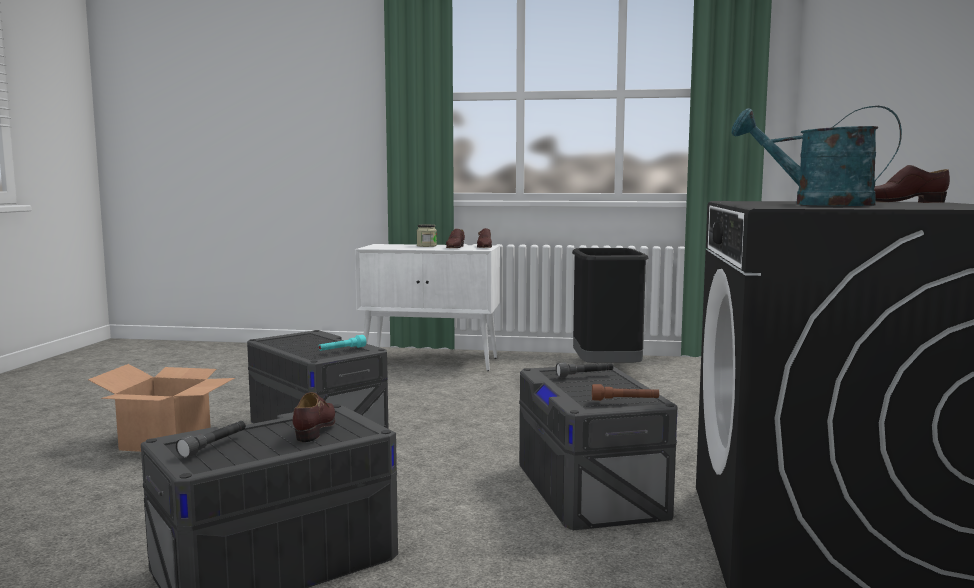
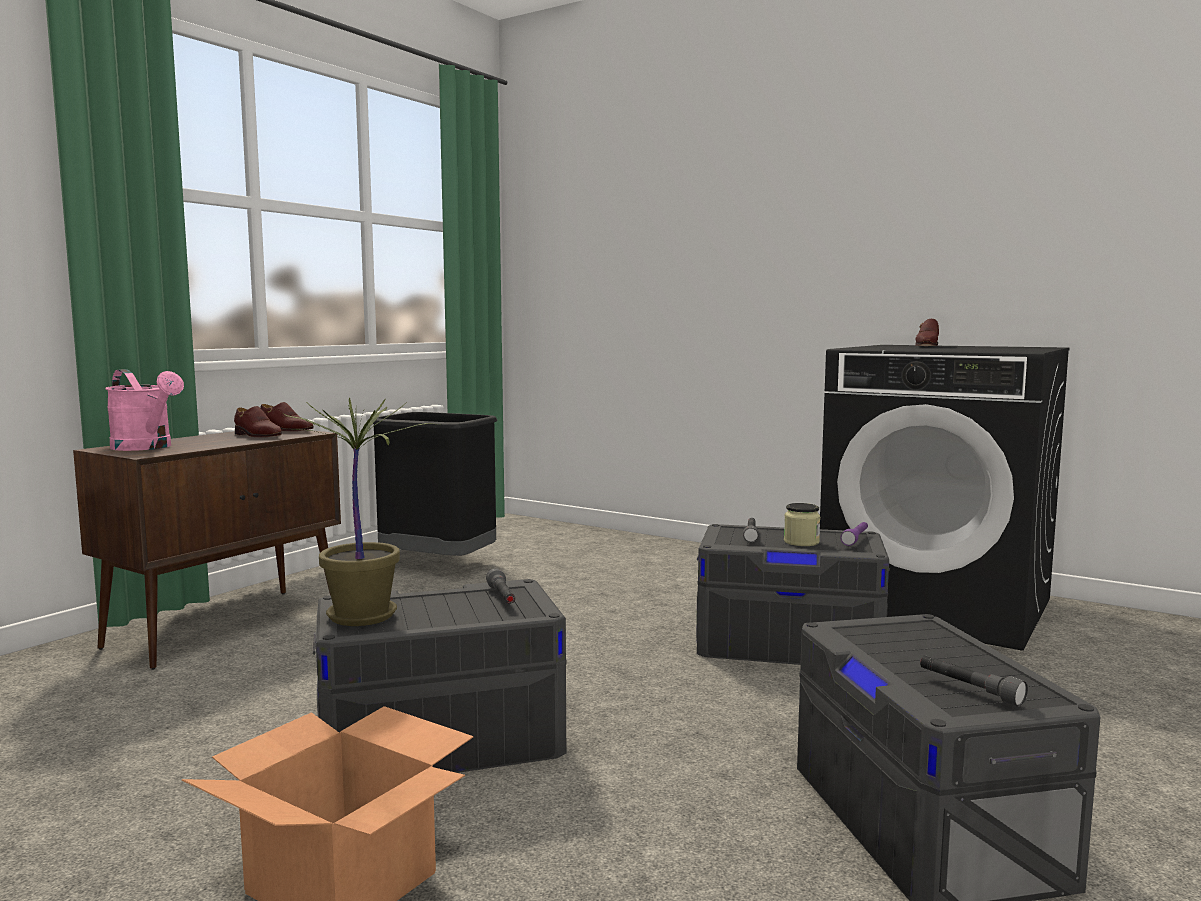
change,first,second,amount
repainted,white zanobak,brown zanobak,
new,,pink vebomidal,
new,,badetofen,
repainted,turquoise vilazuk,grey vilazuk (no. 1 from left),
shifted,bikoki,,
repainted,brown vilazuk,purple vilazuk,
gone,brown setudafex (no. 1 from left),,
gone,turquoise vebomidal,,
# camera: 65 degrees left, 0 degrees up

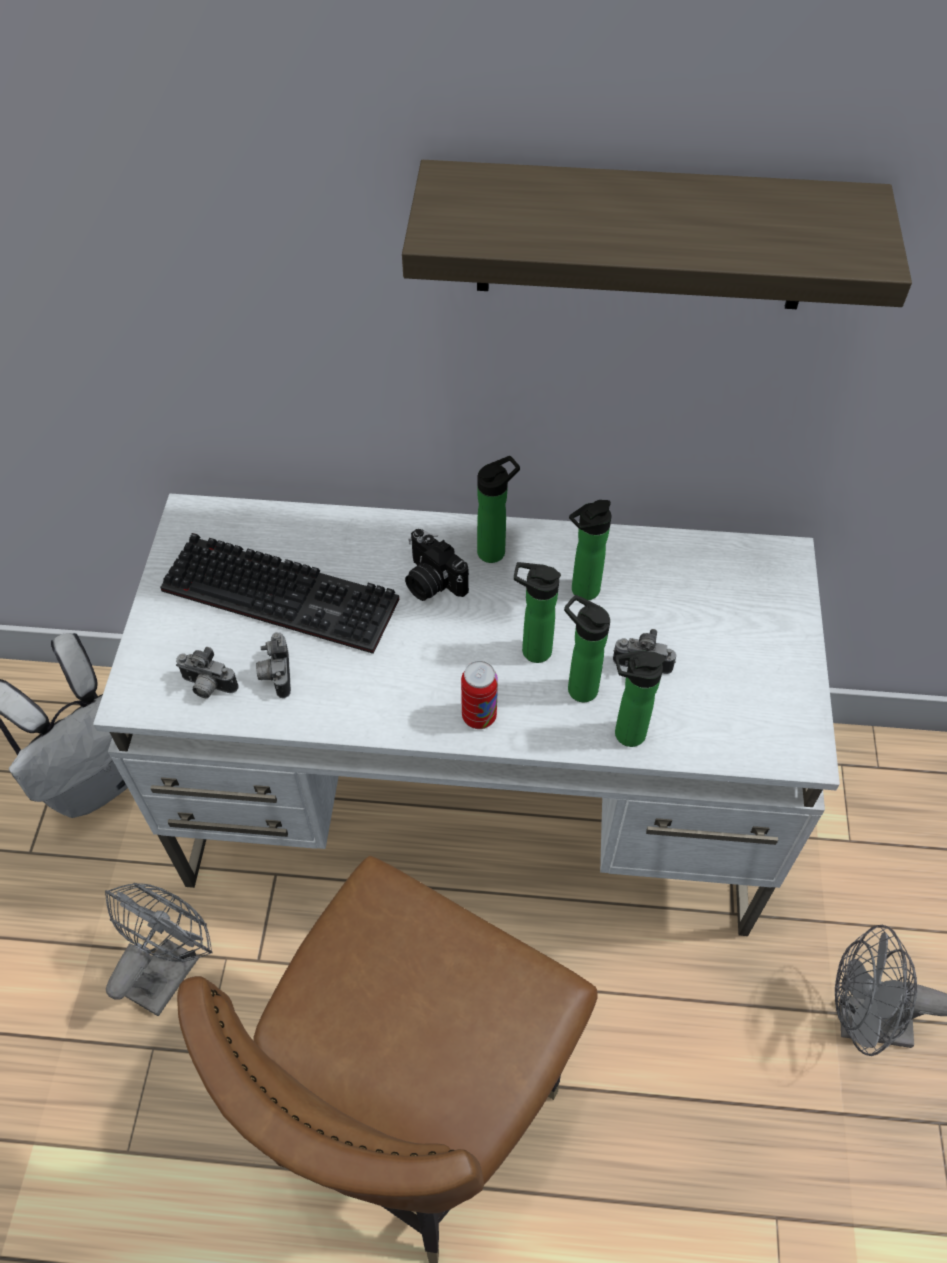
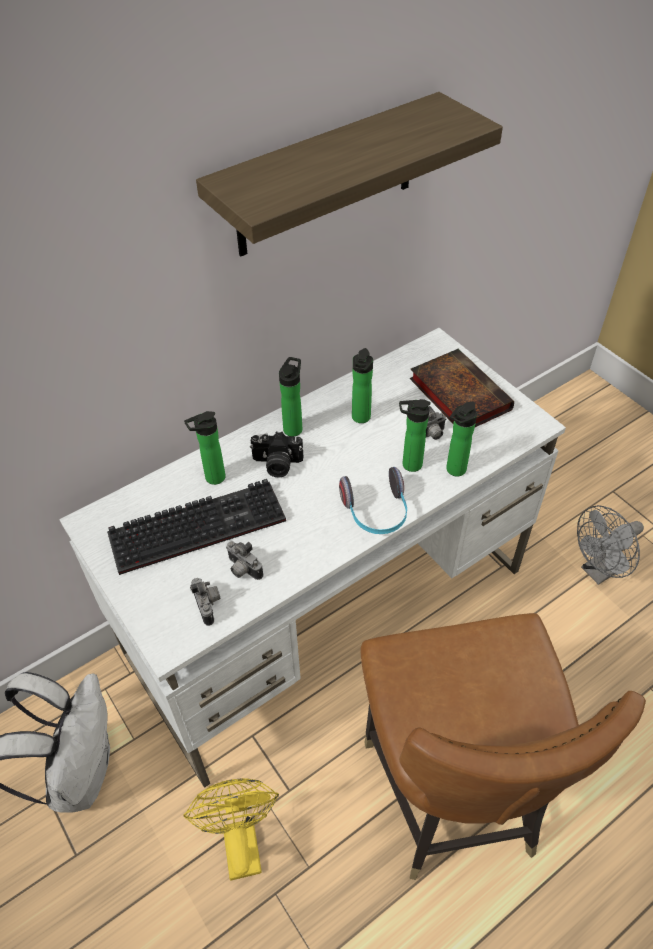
change,first,second,amount
shifted,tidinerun (no. 2 from left in the first image),tidinerun (no. 1 from left),
repainted,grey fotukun (no. 1 from left),yellow fotukun,
rotated,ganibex (no. 1 from left),,90 degrees counterclockwise
swapped,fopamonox,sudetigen,
new,,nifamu,
# camera: 40 degrees left, 5 degrees down

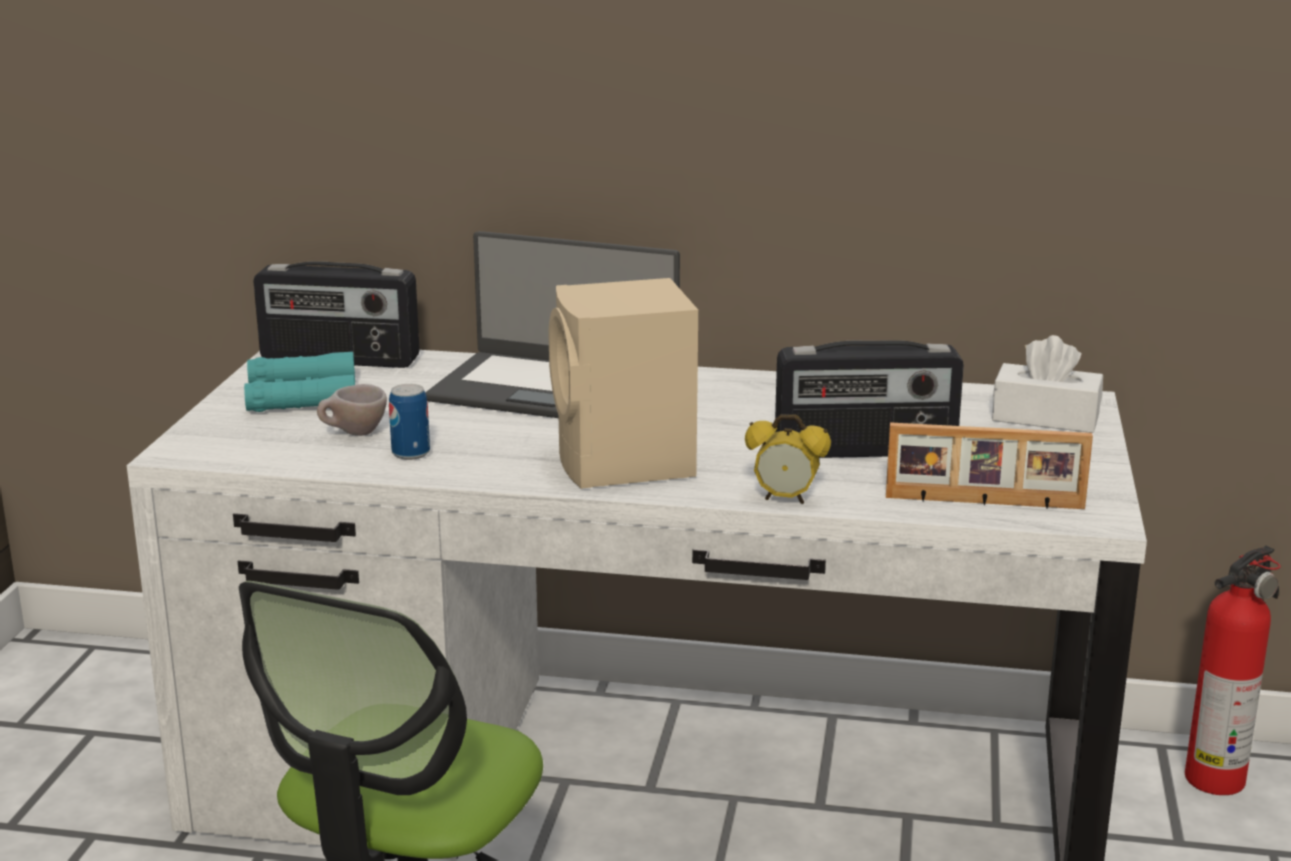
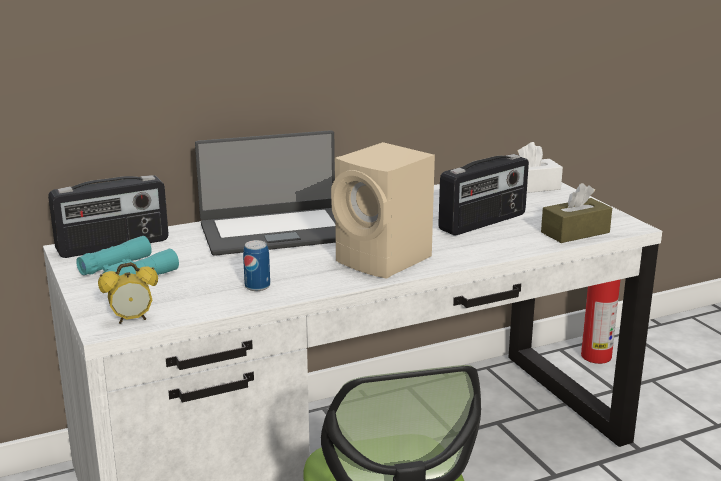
change,first,second,amount
shifted,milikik,,
swapped,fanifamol,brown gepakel,
gone,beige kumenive,,
# camera: 35 degrees left, 0 degrees up

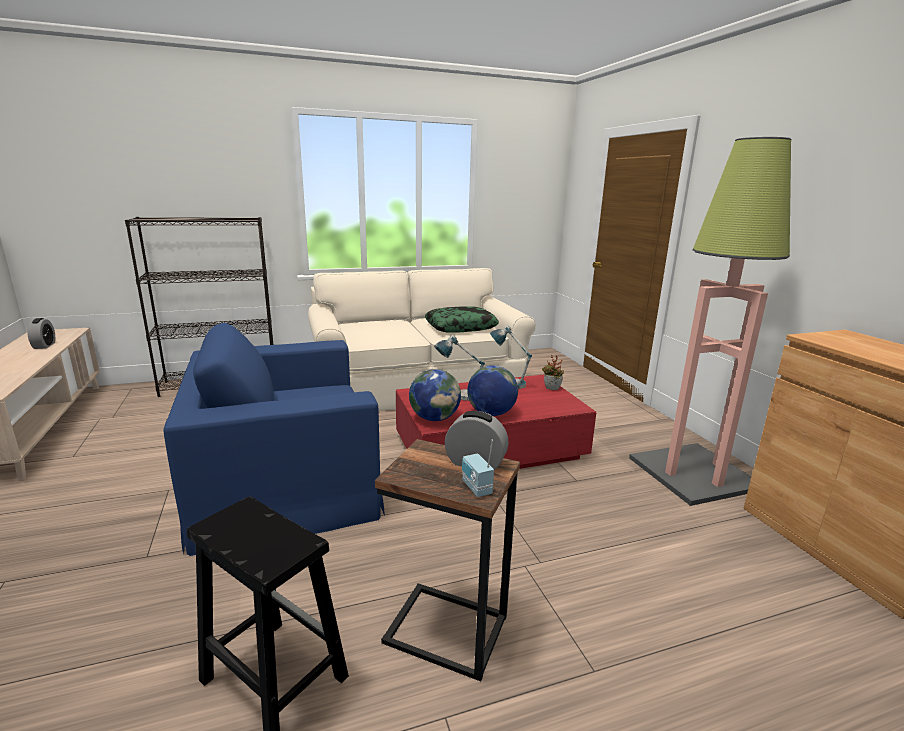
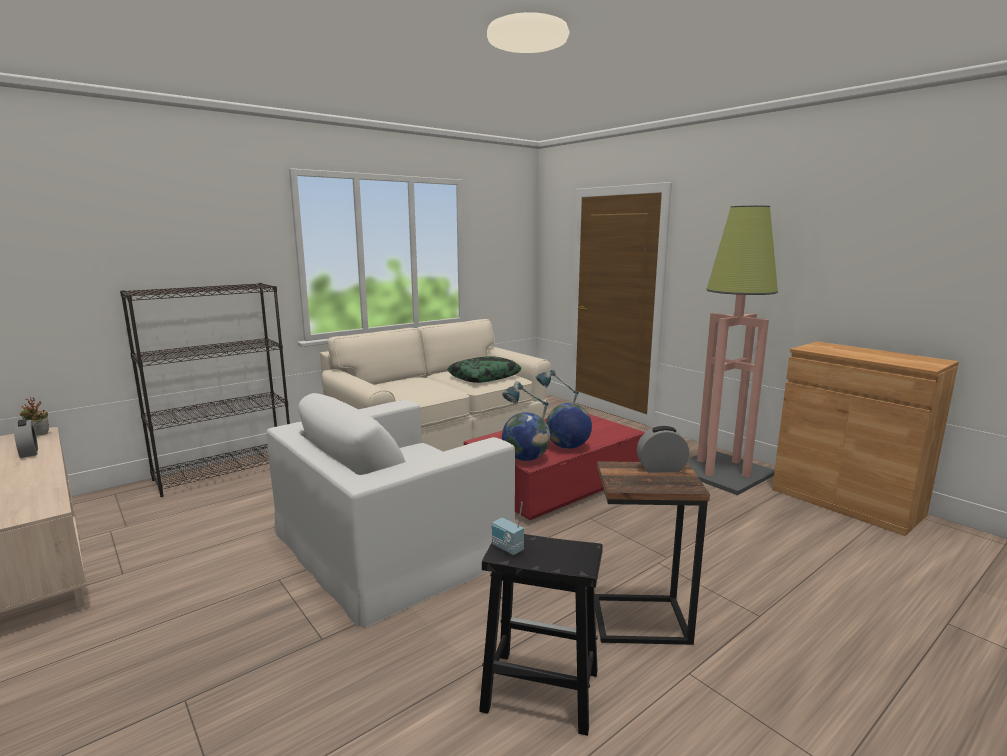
change,first,second,amount
shifted,badetofen,,
repainted,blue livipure,white livipure,
shifted,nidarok,,
# camera: 20 degrees left, 5 degrees down

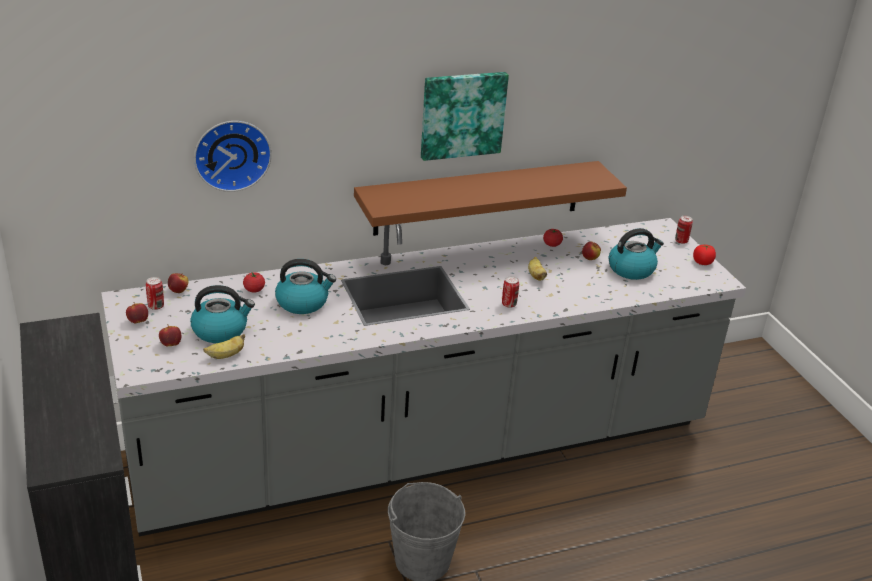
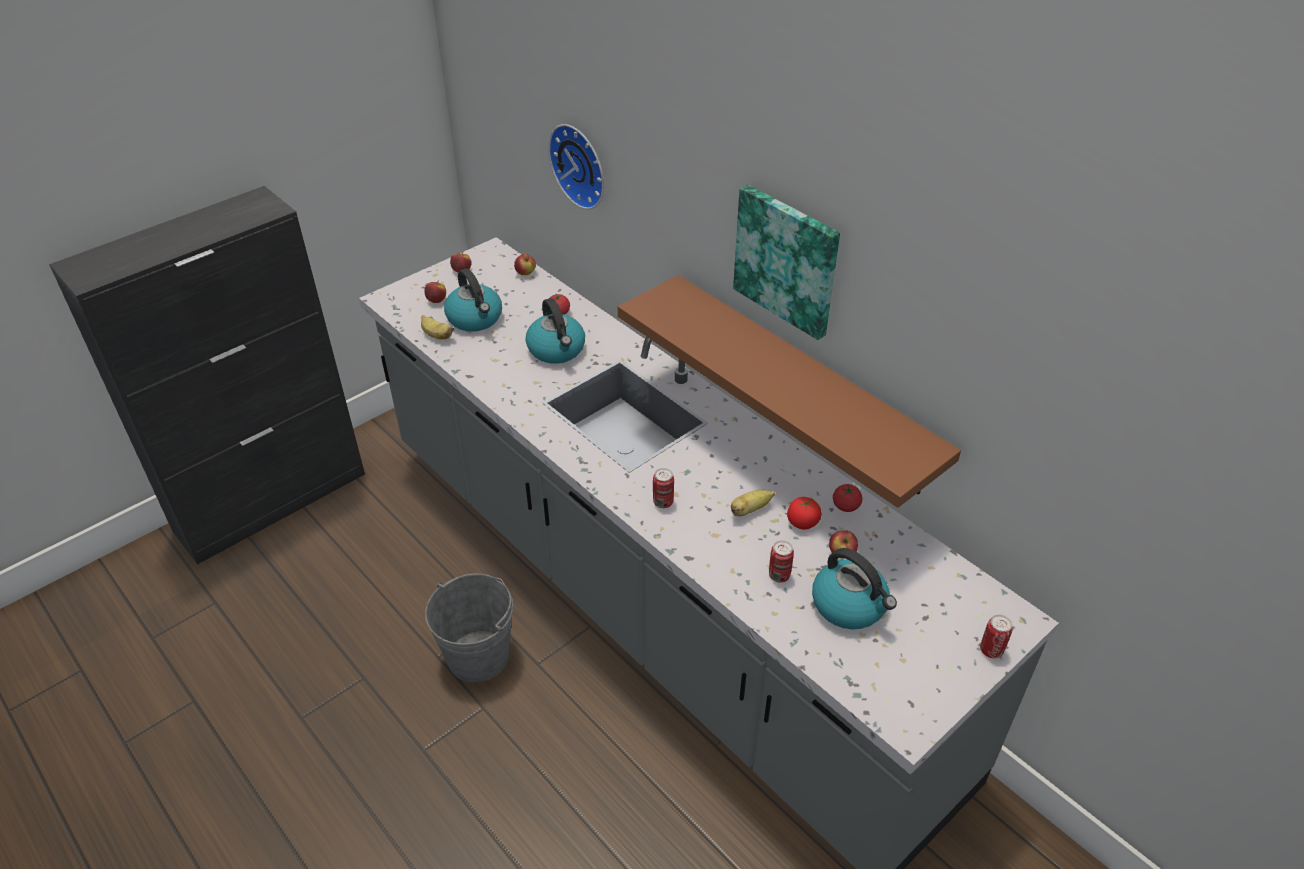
change,first,second,amount
shifted,fopamonox (no. 1 from left in the first image),fopamonox (no. 2 from left),
shifted,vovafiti (no. 3 from left in the first image),vovafiti (no. 2 from left),
# camera: 70 degrees right, 10 degrees up

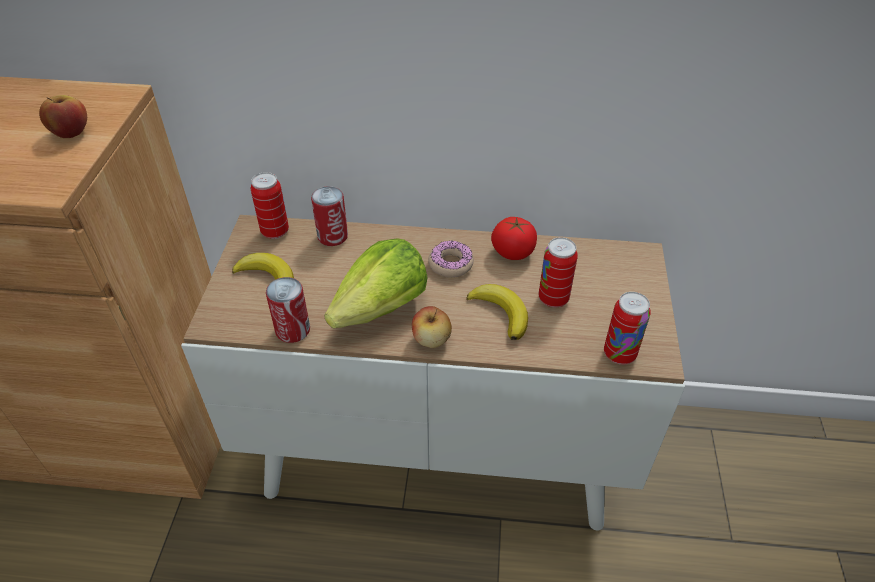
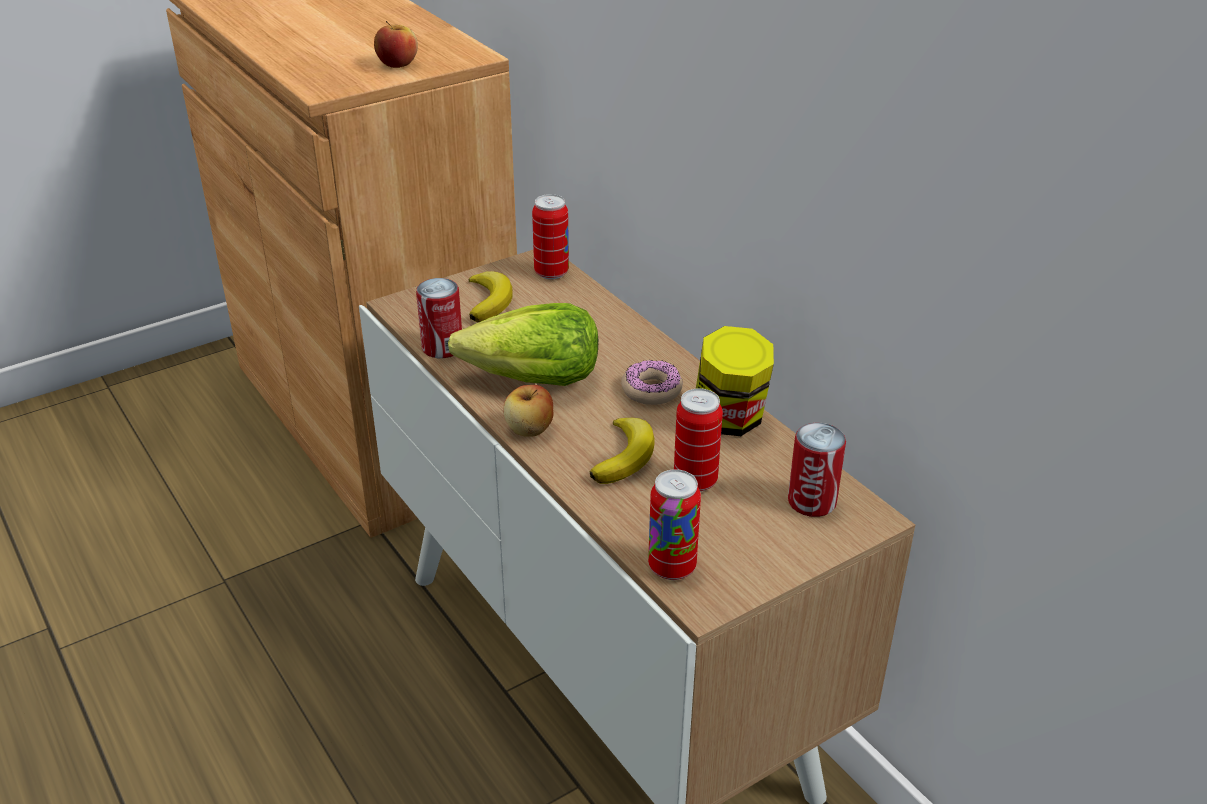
change,first,second,amount
swapped,vovafiti,bikoki,
shifted,fopamonox (no. 3 from left in the first image),fopamonox (no. 5 from left),
# camera: 50 degrees right, 10 degrees down

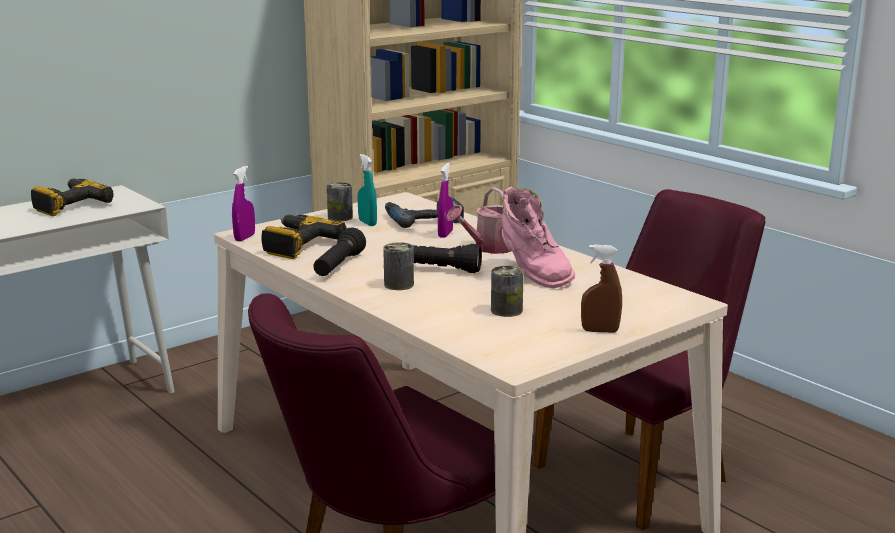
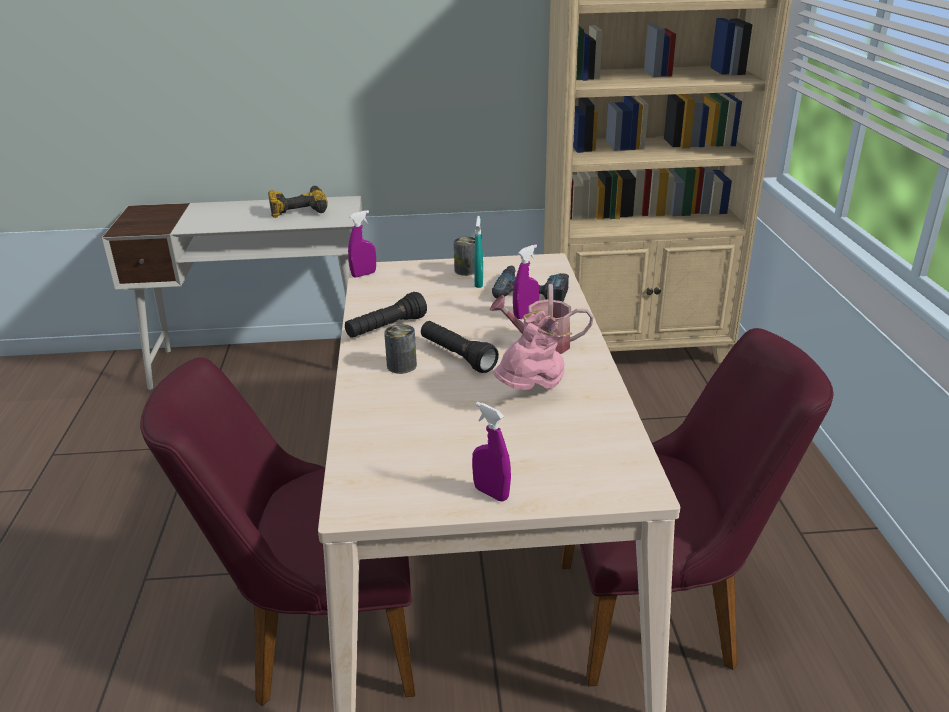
change,first,second,amount
repainted,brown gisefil,purple gisefil (no. 2 from left),
rotated,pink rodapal,,150 degrees counterclockwise
gone,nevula (no. 2 from left),,
gone,fopamonox (no. 3 from left),,
# camera: 35 degrees right, 10 degrees up

